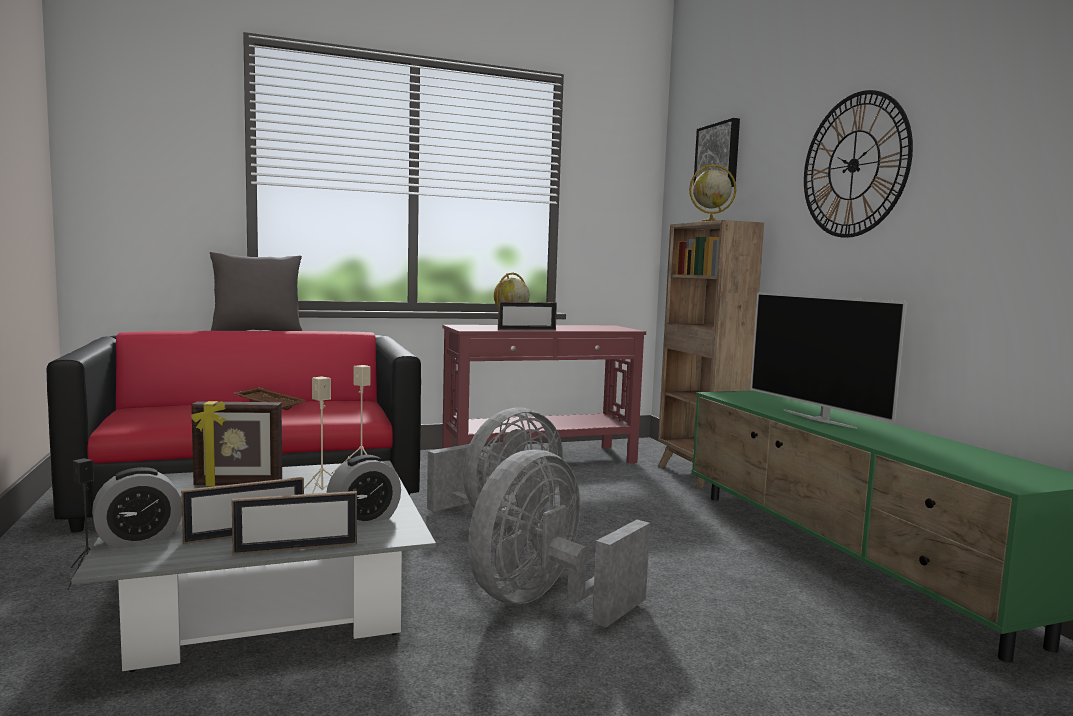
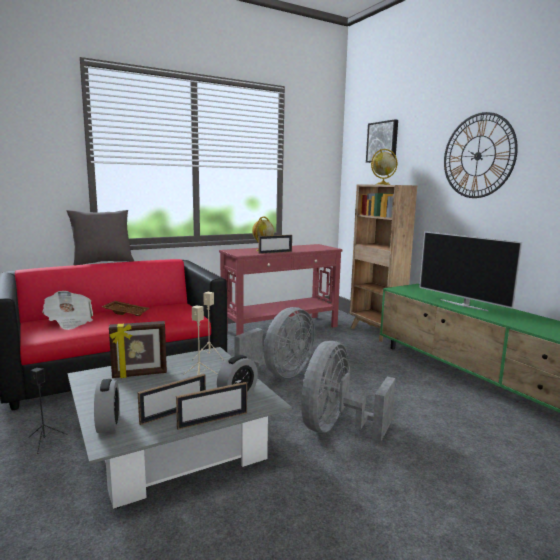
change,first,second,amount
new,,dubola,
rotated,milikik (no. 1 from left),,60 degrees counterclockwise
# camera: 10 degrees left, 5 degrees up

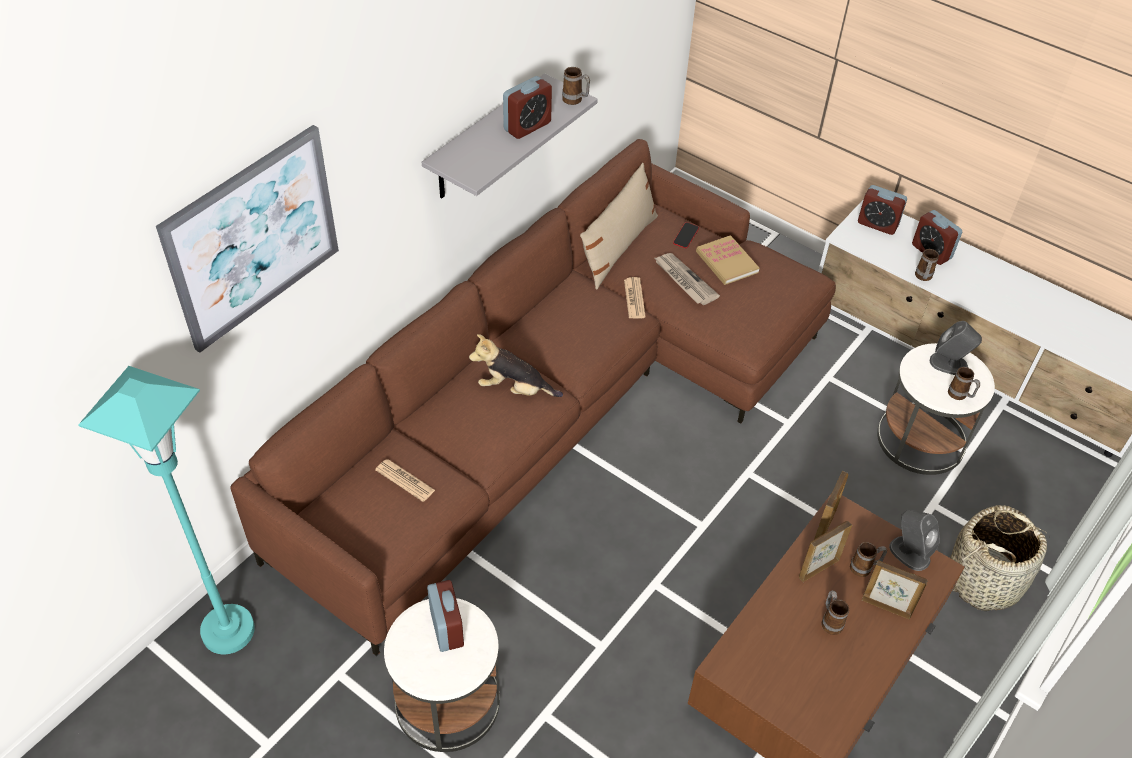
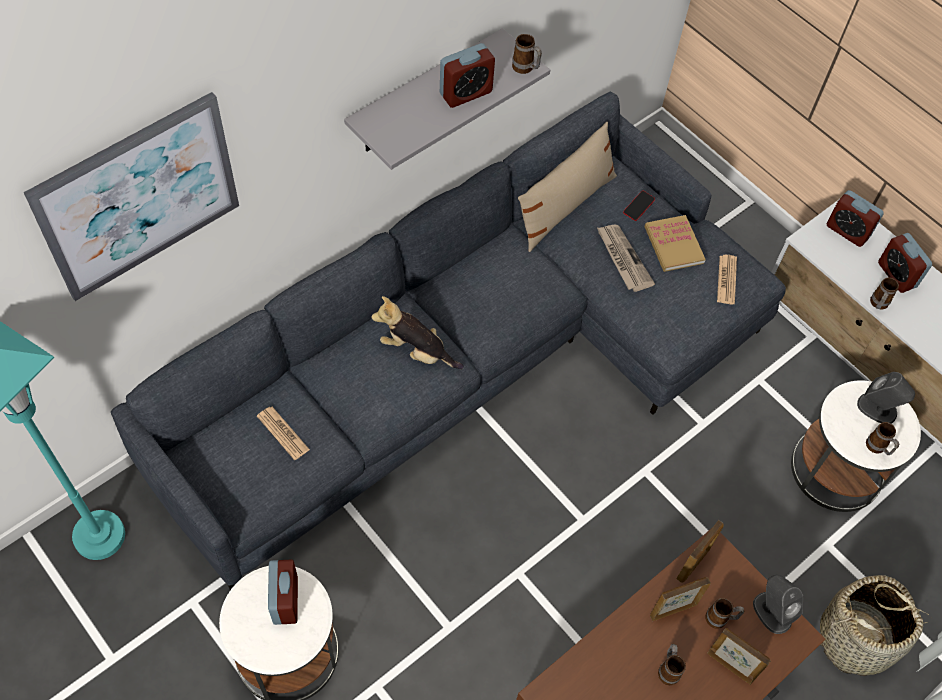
change,first,second,amount
repainted,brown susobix,grey susobix,
shifted,dubola (no. 2 from left in the first image),dubola (no. 3 from left),
# camera: 10 degrees right, 10 degrees up

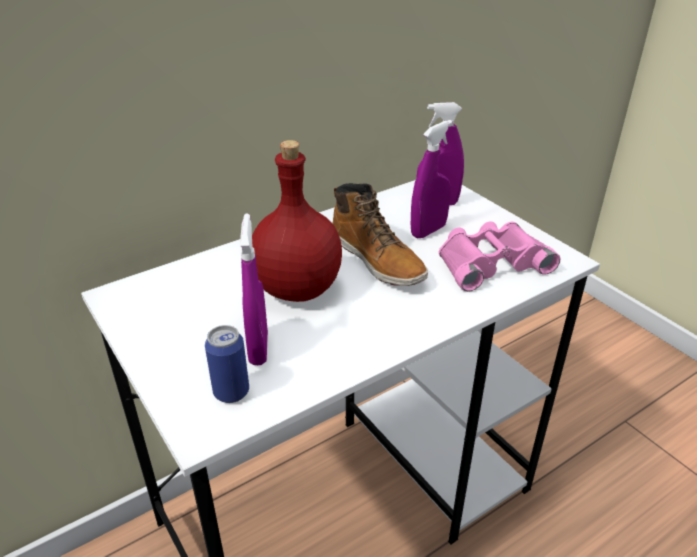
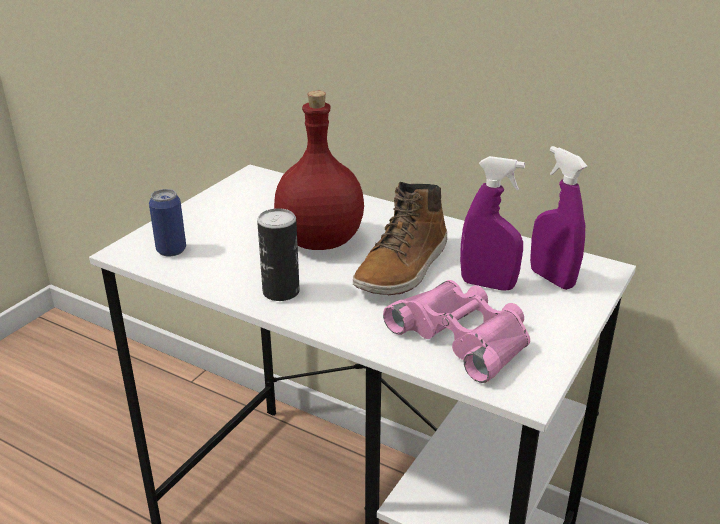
change,first,second,amount
new,,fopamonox (no. 2 from left),
gone,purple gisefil (no. 1 from left),,
# camera: 65 degrees right, 5 degrees down

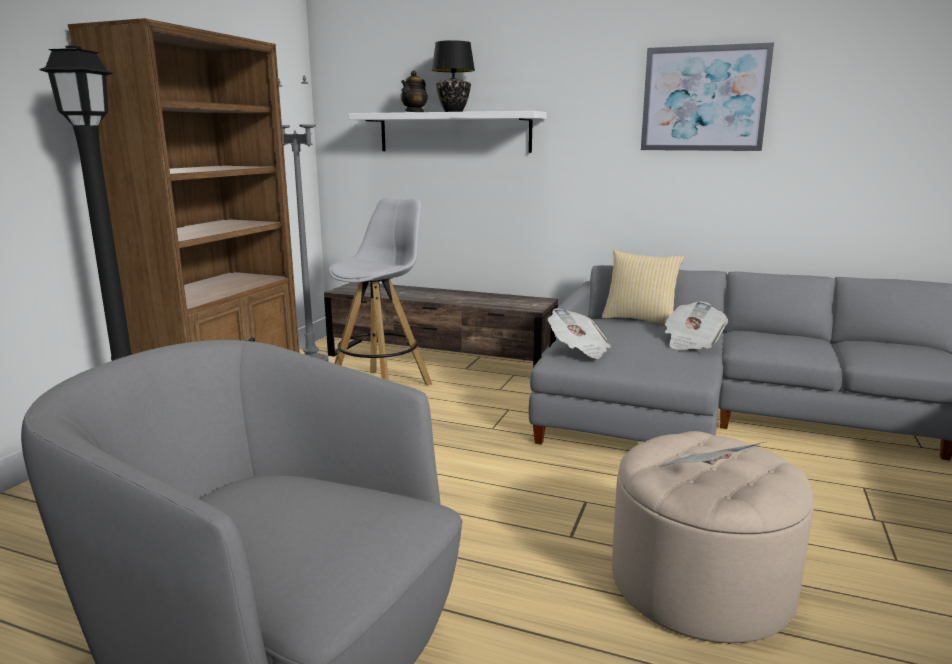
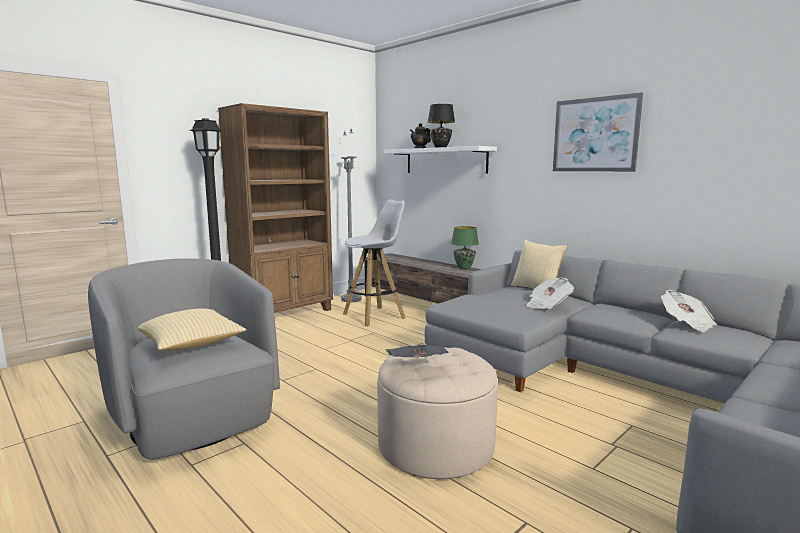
change,first,second,amount
new,,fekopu (no. 1 from left),
new,,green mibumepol,
shifted,dubola (no. 1 from left in the first image),dubola (no. 3 from left),
# camera: 25 degrees right, 5 degrees down

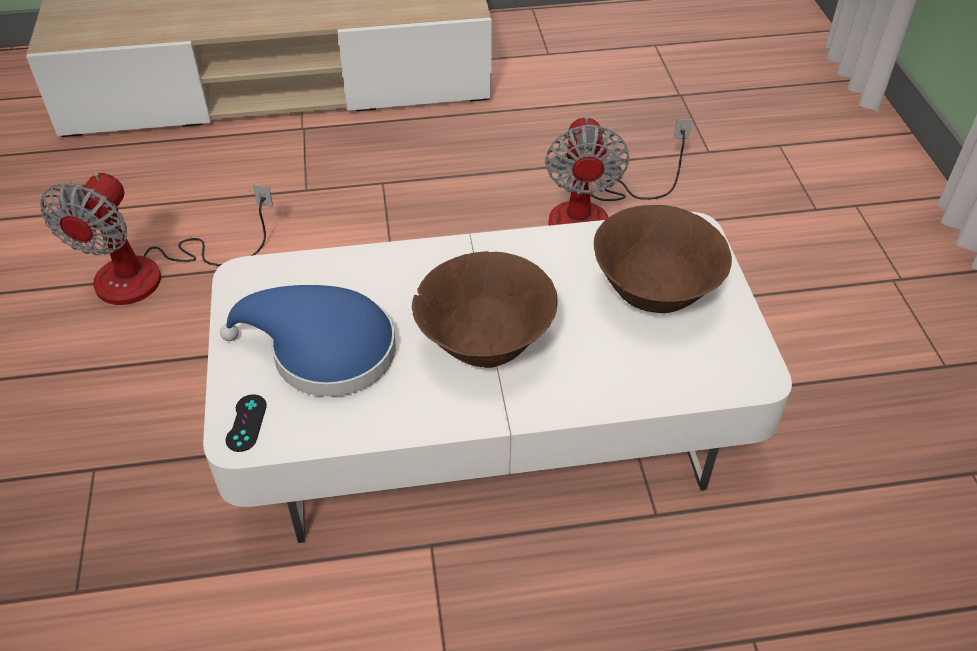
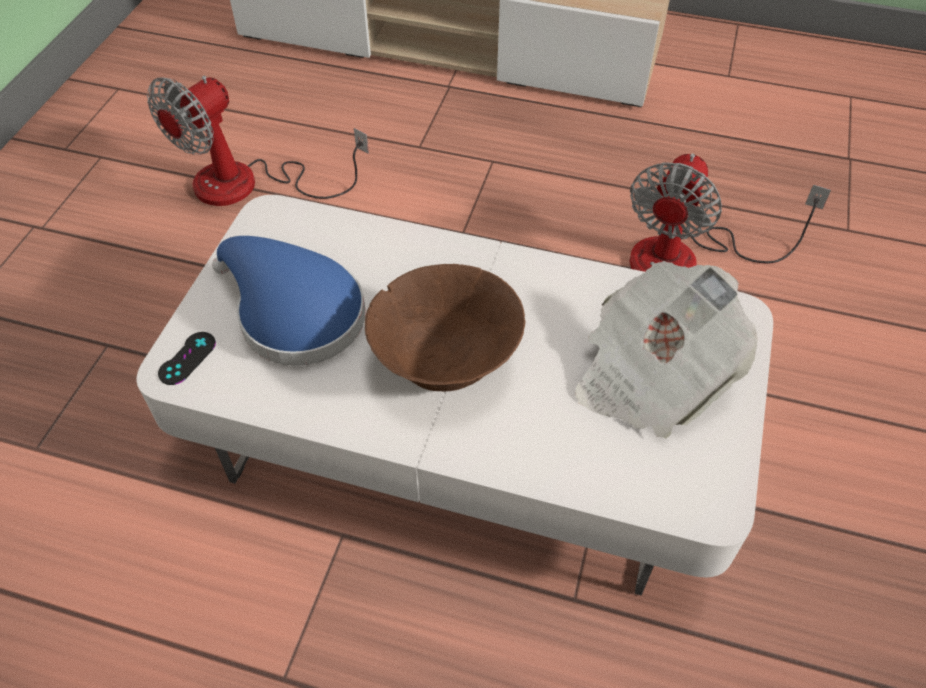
change,first,second,amount
swapped,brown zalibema (no. 2 from left),dubola,
# camera: 25 degrees right, 5 degrees up

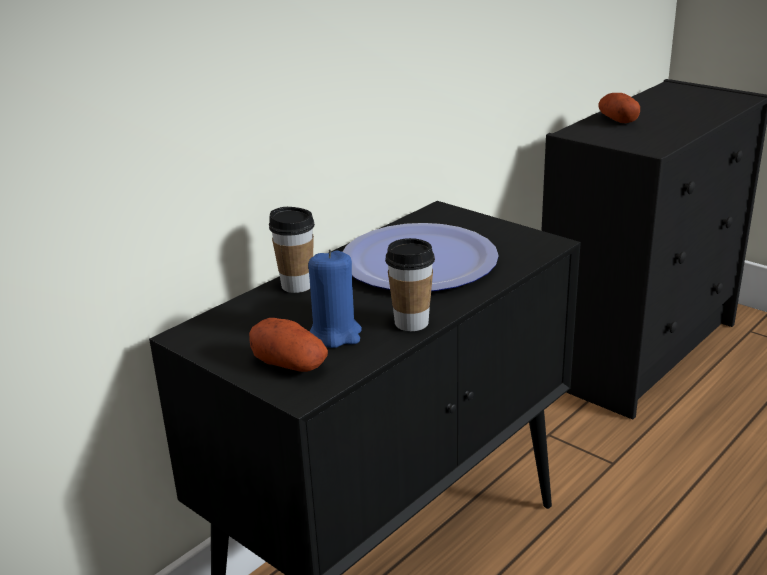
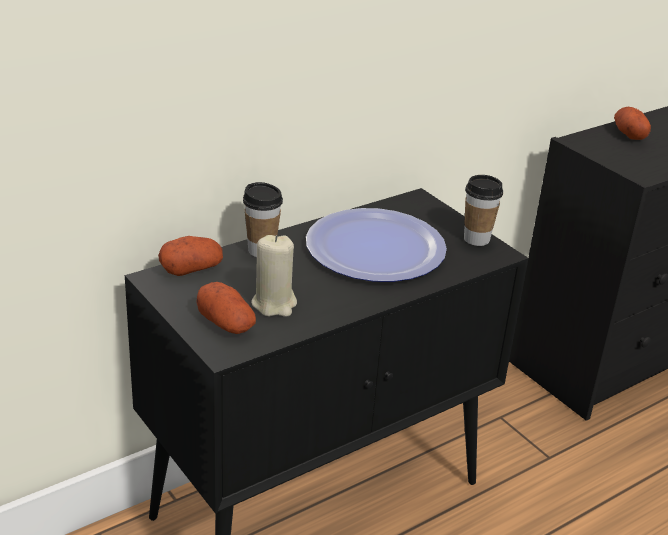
change,first,second,amount
new,,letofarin (no. 1 from left),
repainted,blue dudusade,beige dudusade,
shifted,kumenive (no. 2 from left),,
# camera: 10 degrees right, 5 degrees up

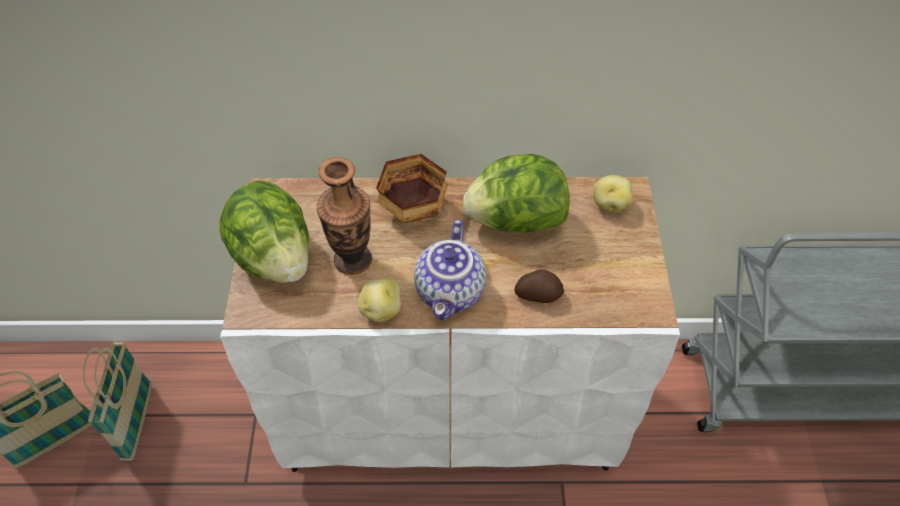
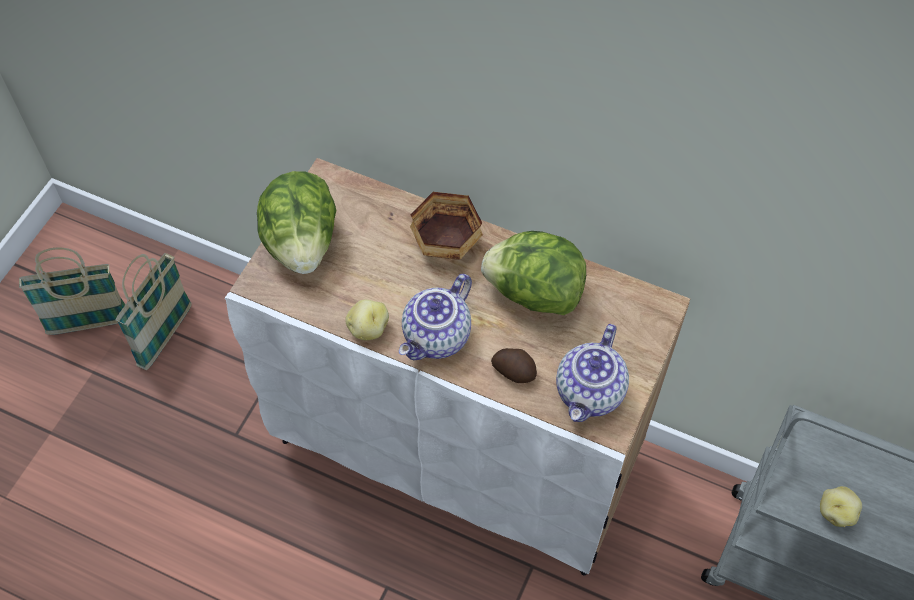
change,first,second,amount
new,,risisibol (no. 2 from left),
shifted,letofarin (no. 3 from left),,
gone,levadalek,,
# camera: 25 degrees right, 5 degrees up

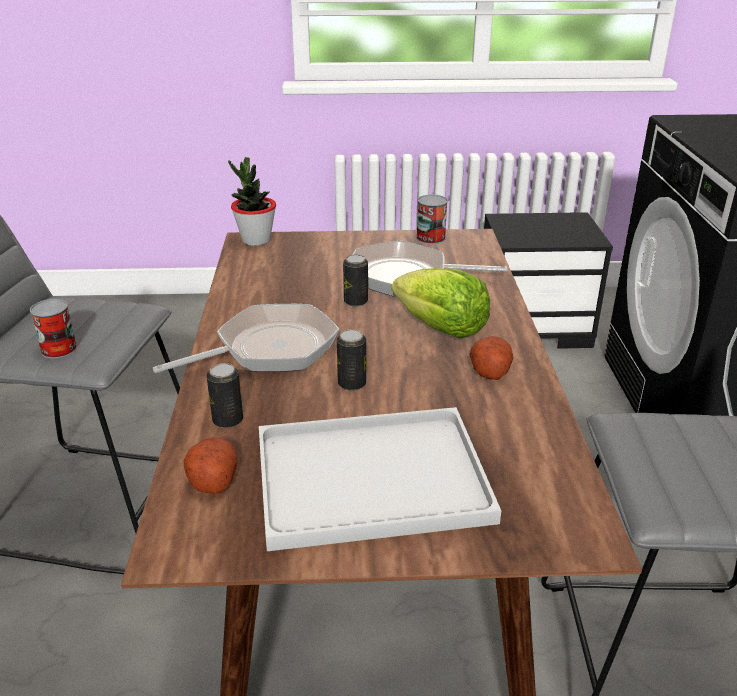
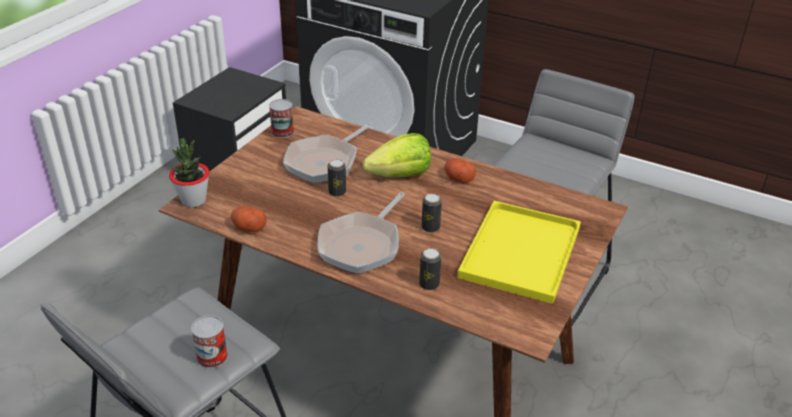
change,first,second,amount
shifted,letofarin (no. 1 from left),,
rotated,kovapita (no. 1 from left in the first image),kovapita (no. 2 from left),150 degrees counterclockwise
repainted,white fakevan,yellow fakevan,
# camera: 60 degrees left, 5 degrees up

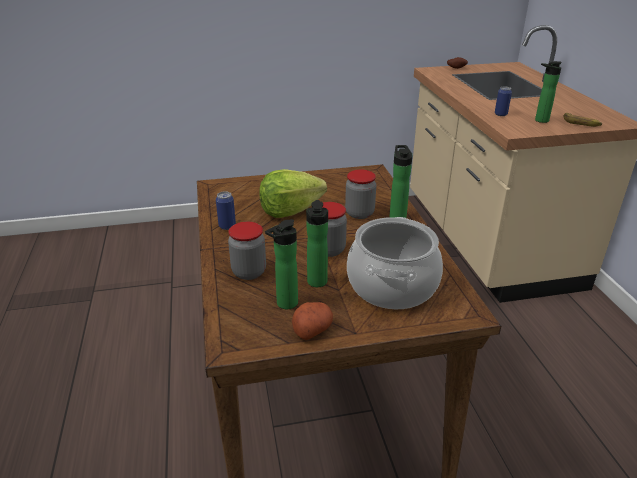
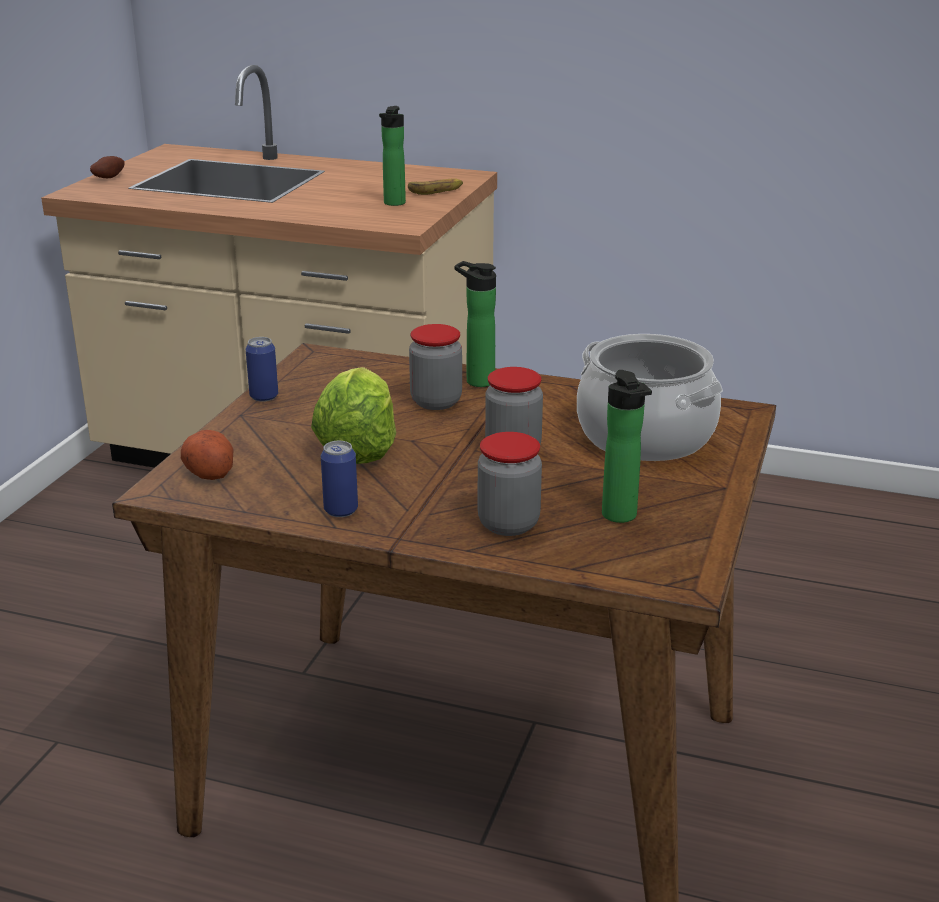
change,first,second,amount
shifted,letofarin (no. 1 from left in the first image),letofarin (no. 2 from left),
shifted,fopamonox (no. 2 from left in the first image),fopamonox (no. 1 from left),
gone,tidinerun (no. 2 from left),,
# camera: 60 degrees left, 5 degrees down

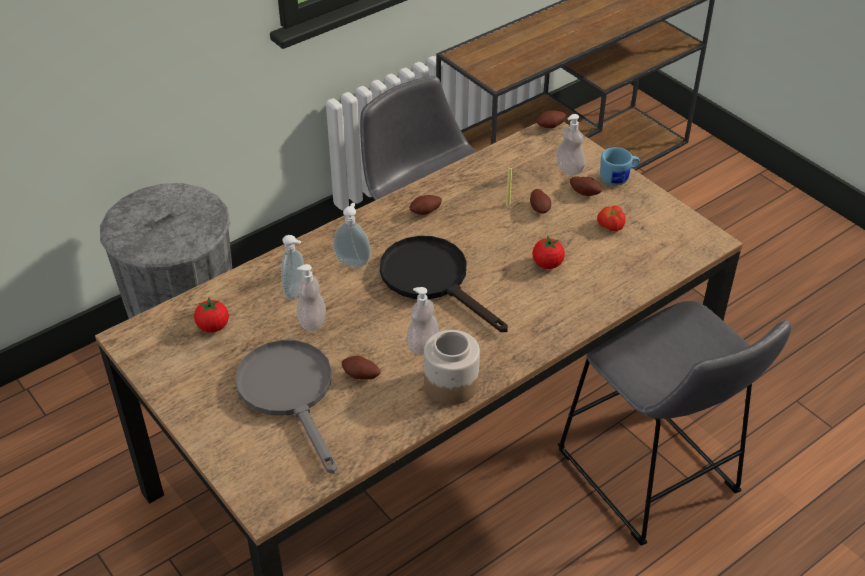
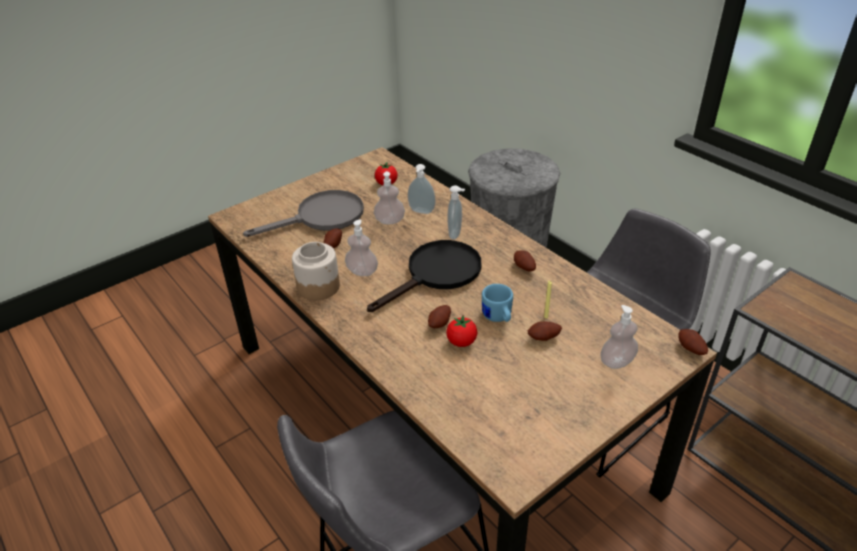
change,first,second,amount
shifted,letofarin (no. 5 from left in the first image),letofarin (no. 2 from left),
shifted,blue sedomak,,
gone,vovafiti (no. 3 from left),,
# camera: 90 degrees right, 5 degrees down

